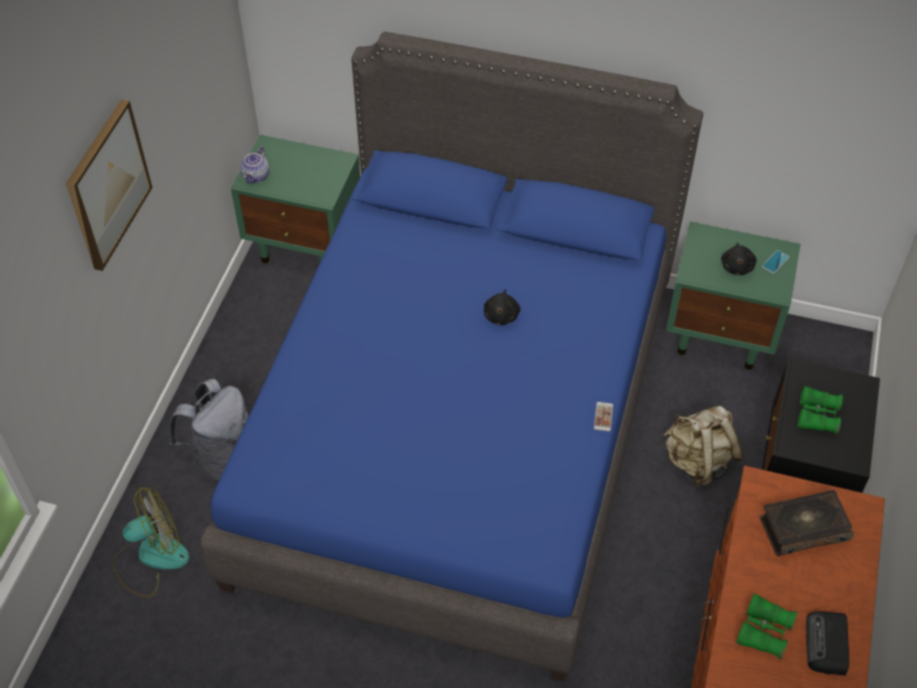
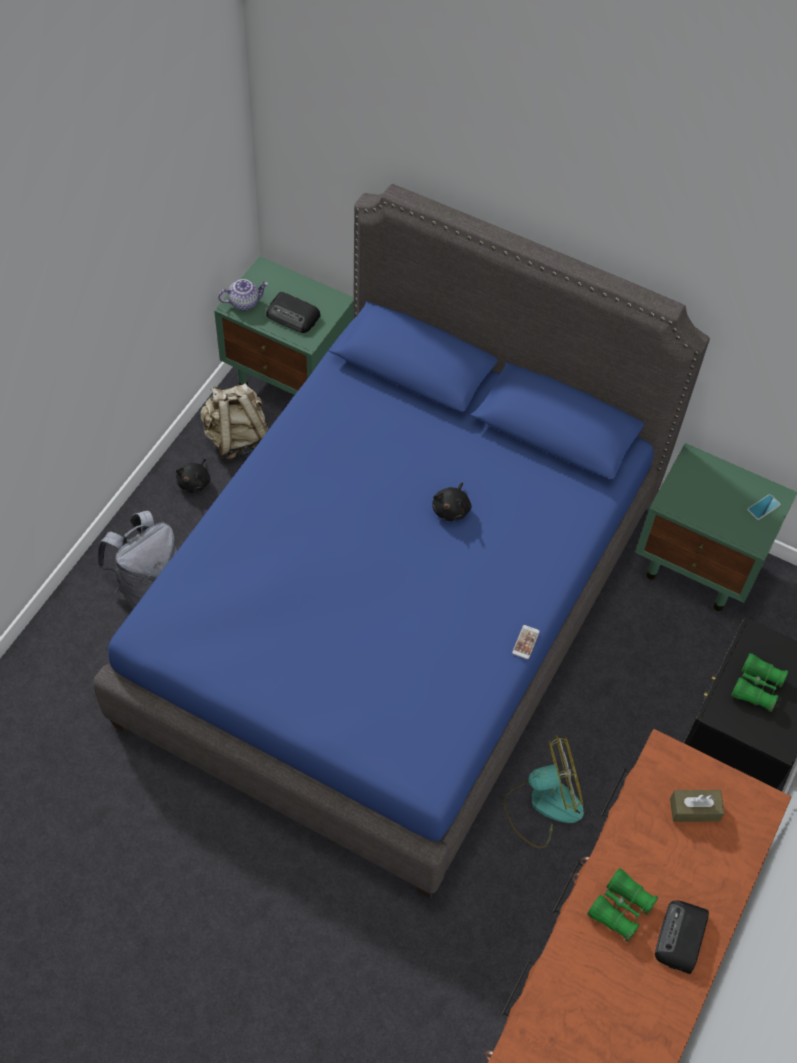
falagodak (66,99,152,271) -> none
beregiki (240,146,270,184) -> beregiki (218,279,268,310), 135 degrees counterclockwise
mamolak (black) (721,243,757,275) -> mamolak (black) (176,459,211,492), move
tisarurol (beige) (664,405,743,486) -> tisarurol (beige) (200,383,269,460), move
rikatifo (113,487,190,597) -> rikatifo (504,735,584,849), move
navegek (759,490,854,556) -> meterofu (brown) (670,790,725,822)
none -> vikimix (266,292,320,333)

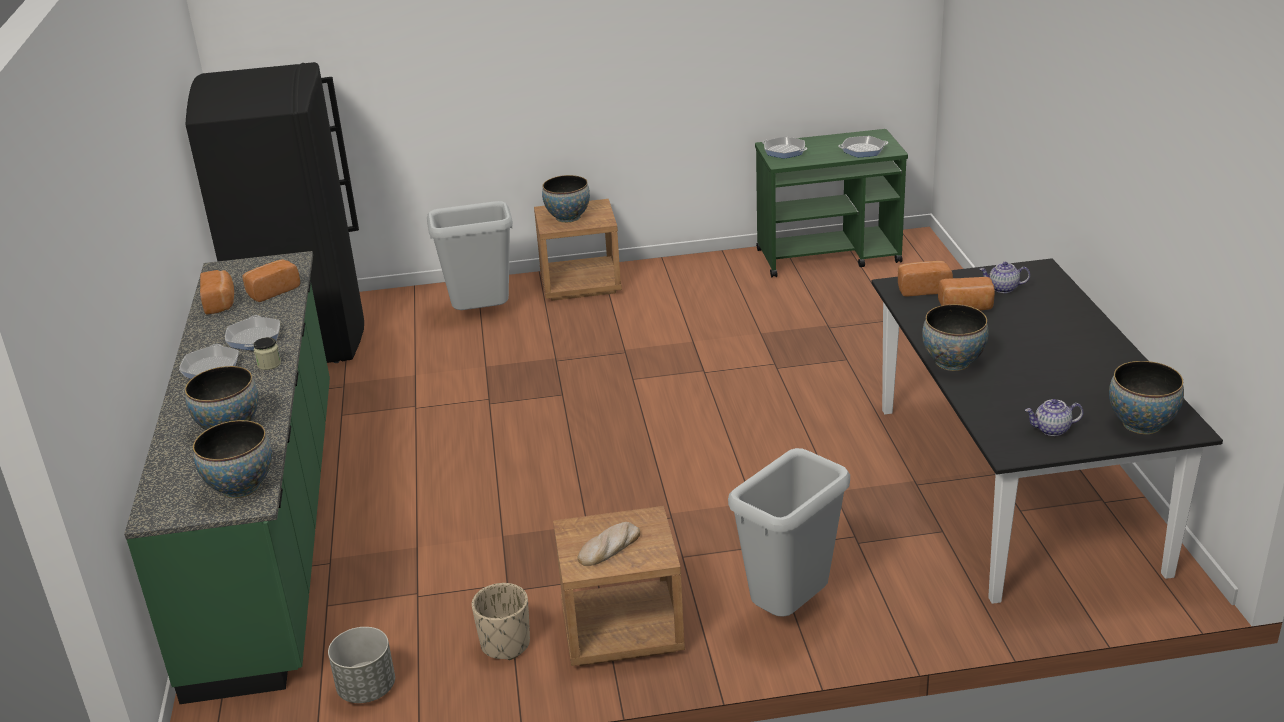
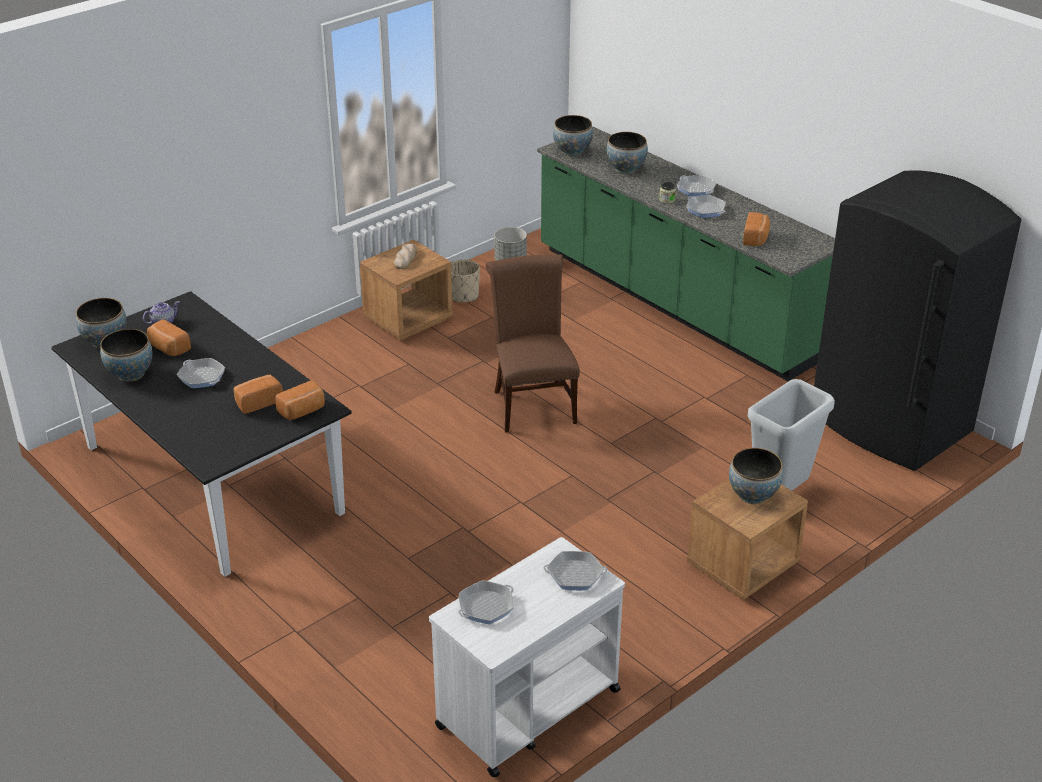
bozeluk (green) (755,129,908,278) -> bozeluk (white) (429,537,625,777)
beregiki (979,262,1030,293) -> none
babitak (200,270,234,315) -> babitak (147,319,191,356), move
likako (922,304,989,371) -> likako (100,329,153,382), move
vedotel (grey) (728,448,850,617) -> none
none -> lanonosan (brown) (486,254,580,433)
none -> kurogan (177,358,225,388)

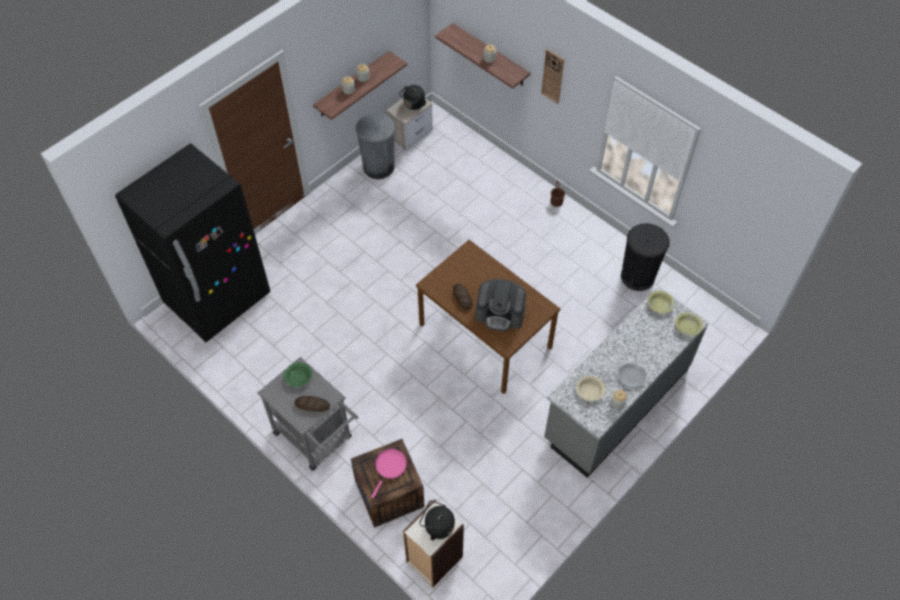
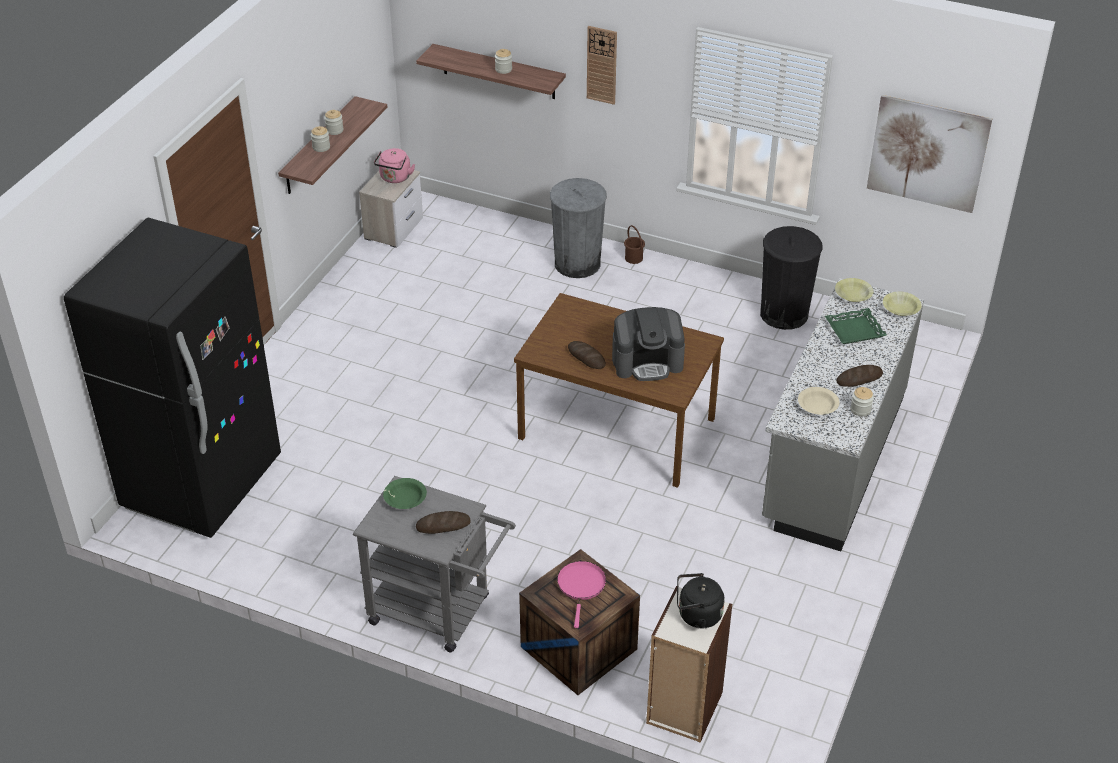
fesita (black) (399,85,426,110) -> fesita (pink) (374,148,415,183)
vedotel (grey) (356,113,395,179) -> vedotel (grey) (550,178,607,278), move
kurogan (604,363,646,388) -> babitak (836,365,883,387)
none -> falagodak (867,95,992,213)
none -> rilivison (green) (825,308,887,344)

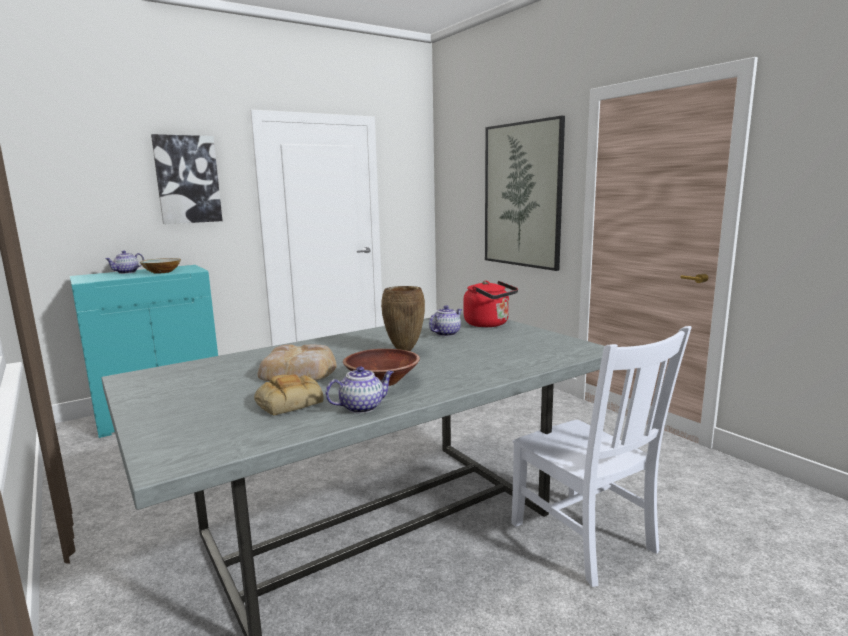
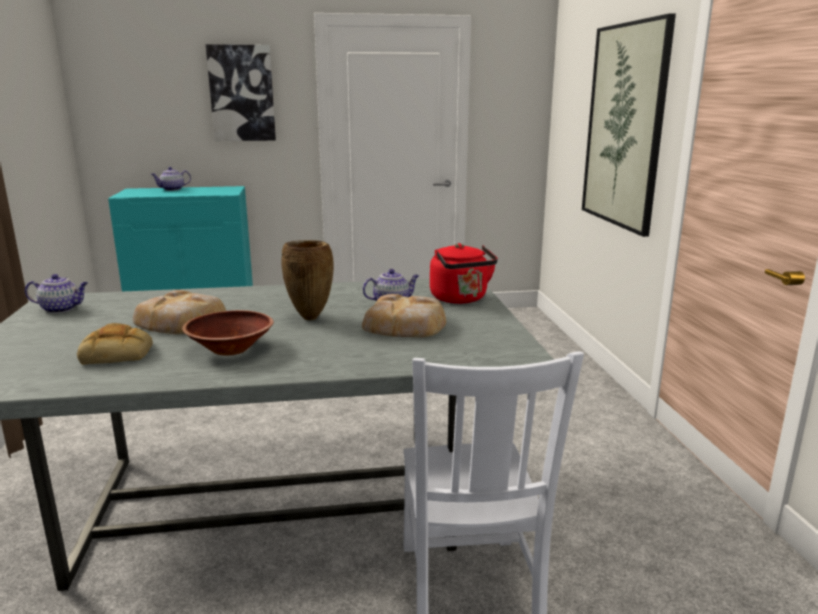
likako (140,258,181,274) -> none
beregiki (325,366,393,413) -> beregiki (25,274,88,313), move
none -> babitak (362,294,446,337)

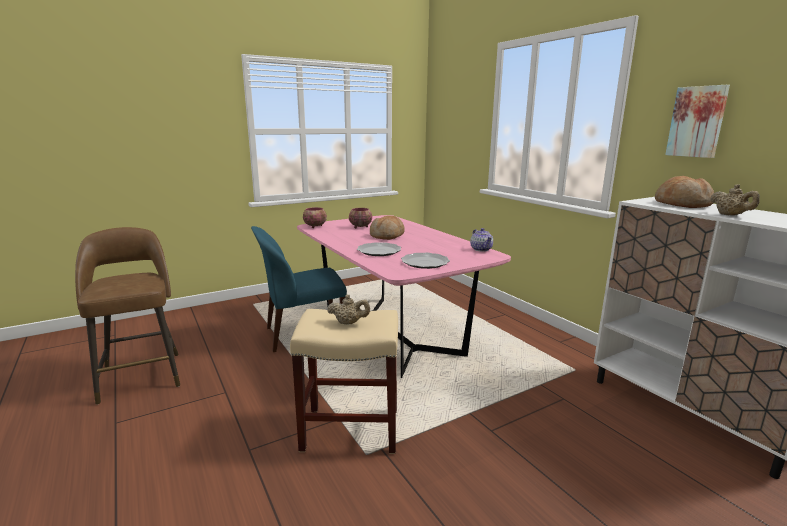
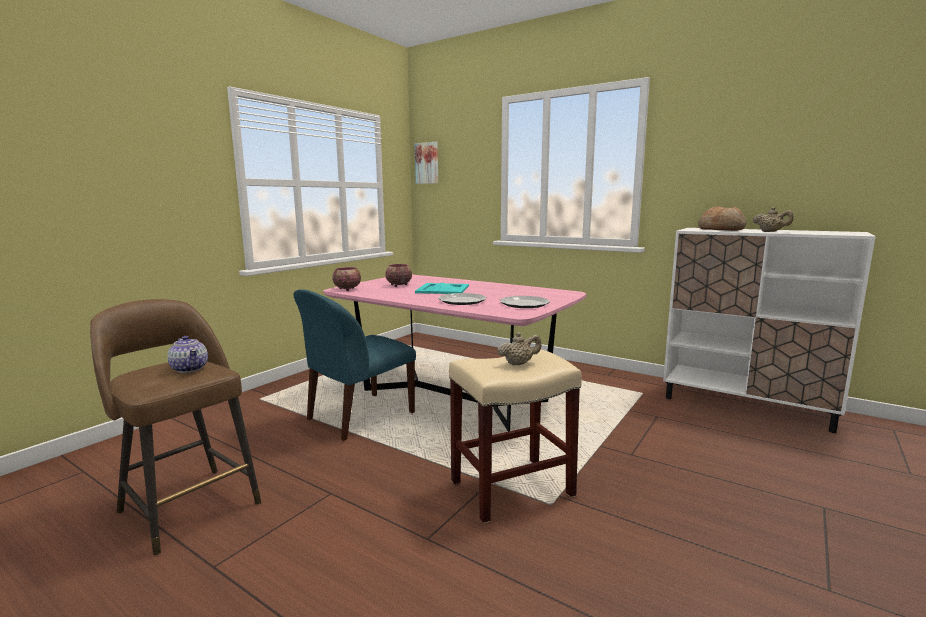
falagodak (665,85,730,158) -> falagodak (415,142,438,184), move
babitak (370,216,405,240) -> rilivison (turquoise) (415,283,469,294)
beregiki (470,228,493,252) -> beregiki (168,336,208,373), move

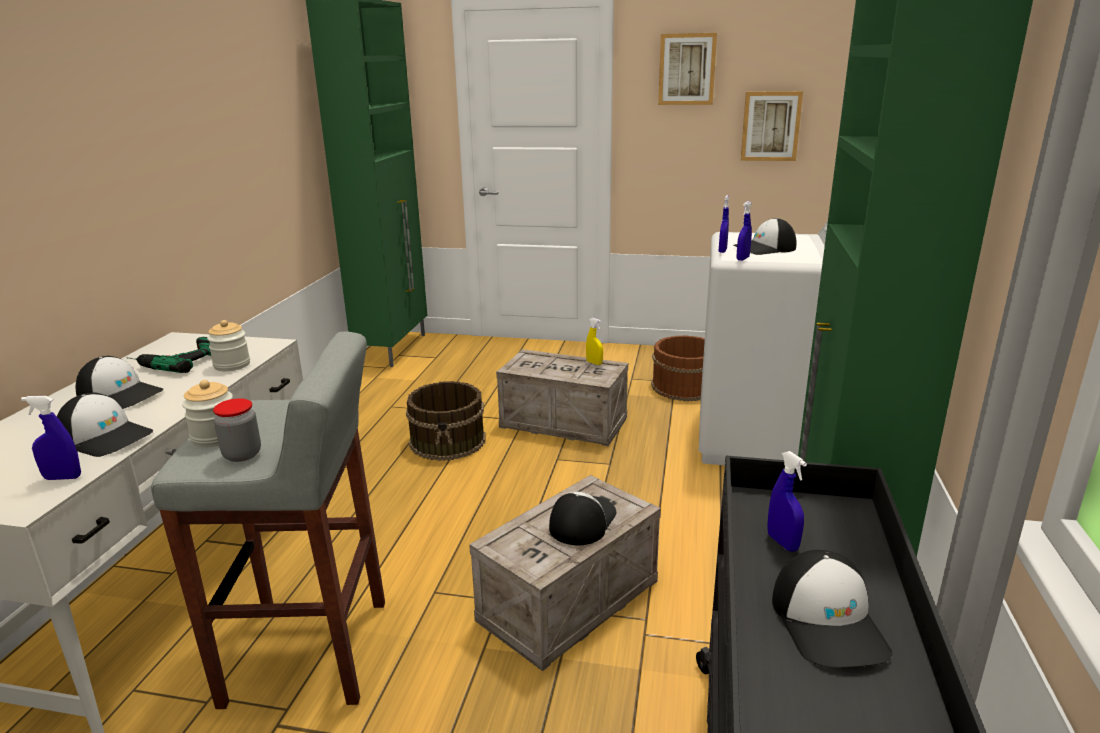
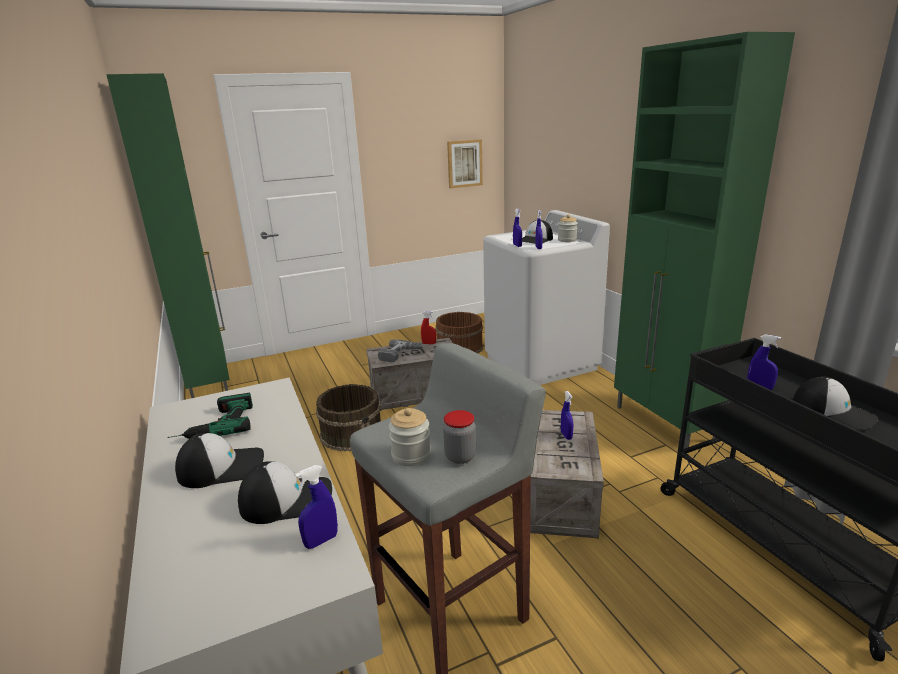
falagodak (658,33,717,105) -> none
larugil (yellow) (586,318,603,365) -> larugil (red) (421,311,436,344)
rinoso (207,320,250,371) -> rinoso (558,214,578,242), move
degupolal (549,492,617,545) -> larugil (blue) (561,391,573,440)
none -> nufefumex (378,340,423,362)

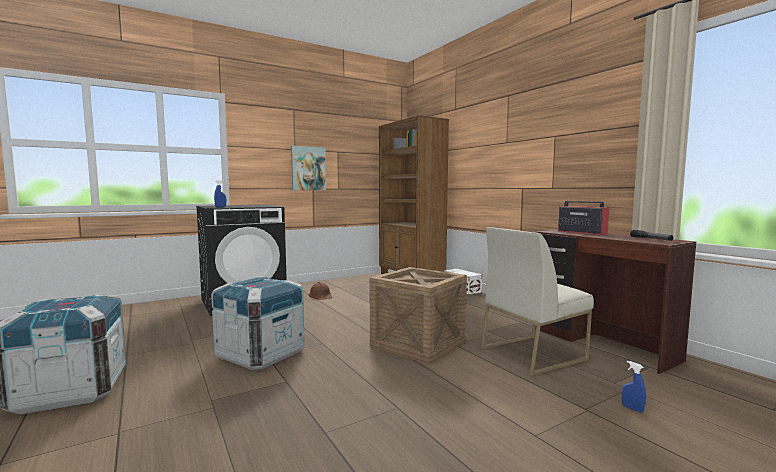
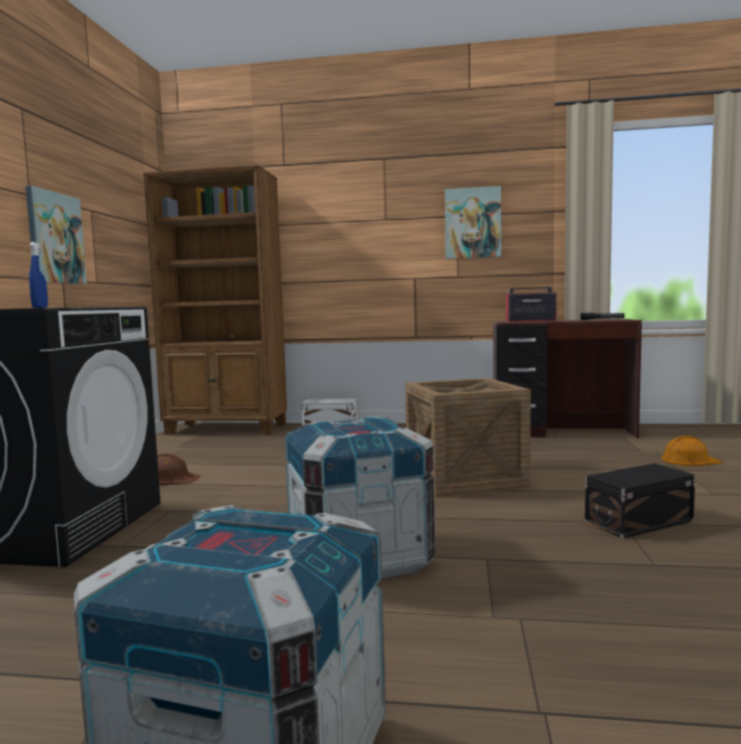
lanonosan (white) (481,227,594,376) -> none
larugil (blue) (622,361,646,413) -> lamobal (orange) (661,436,722,466)
none -> falagodak (445,186,501,259)
none -> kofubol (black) (585,463,695,539)

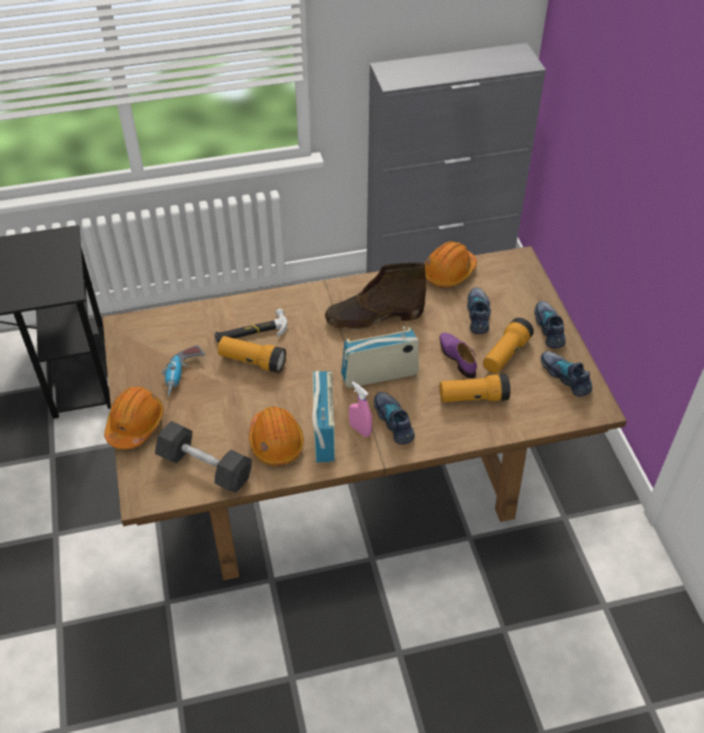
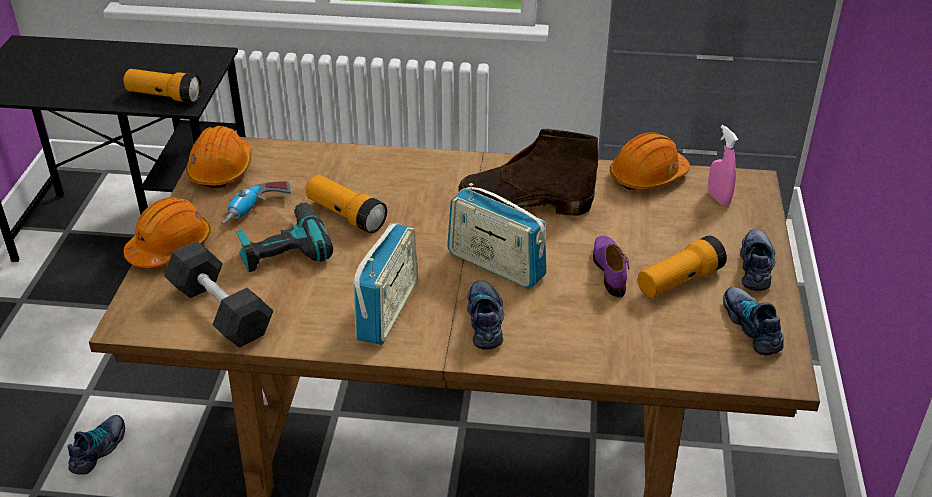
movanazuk (467,287,491,334) -> movanazuk (68,415,125,475), move
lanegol (215,308,287,342) -> none
vikimix (341,326,419,388) -> vikimix (447,183,547,288), 150 degrees counterclockwise
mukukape (439,374,510,402) -> mukukape (124,69,201,103), move
larugil (pink) (349,382,372,437) -> larugil (pink) (708,125,738,206), move
lamobal (orange) (249,406,304,466) -> lamobal (orange) (186,126,252,188), move
none -> nufefumex (236,202,333,272)

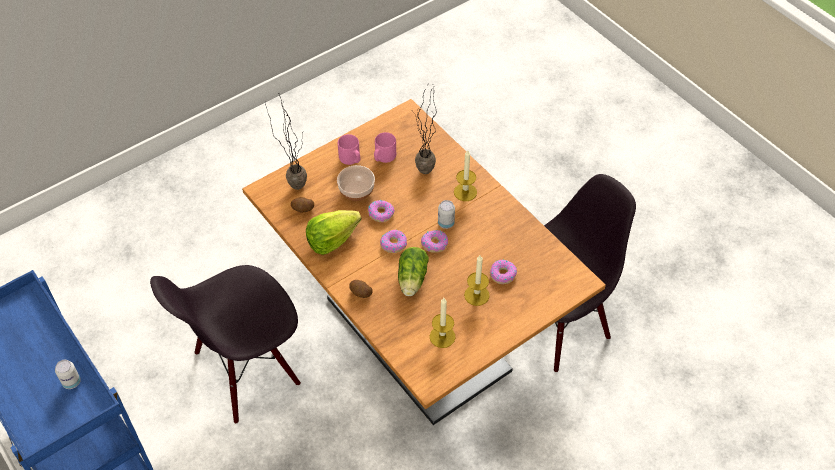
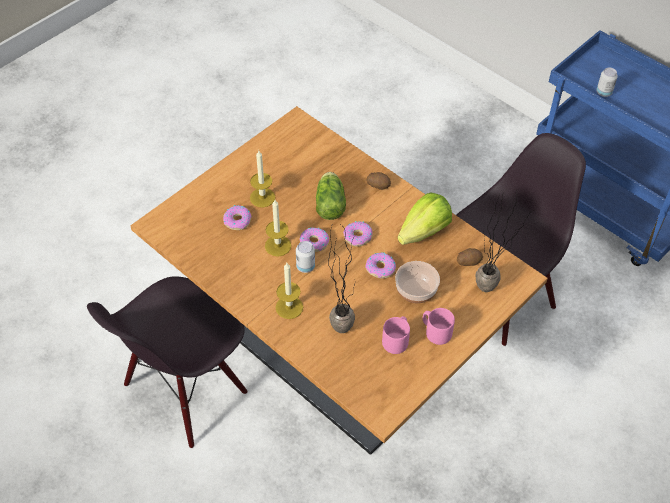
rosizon (430,298,455,348) -> rosizon (265,200,291,257), move

